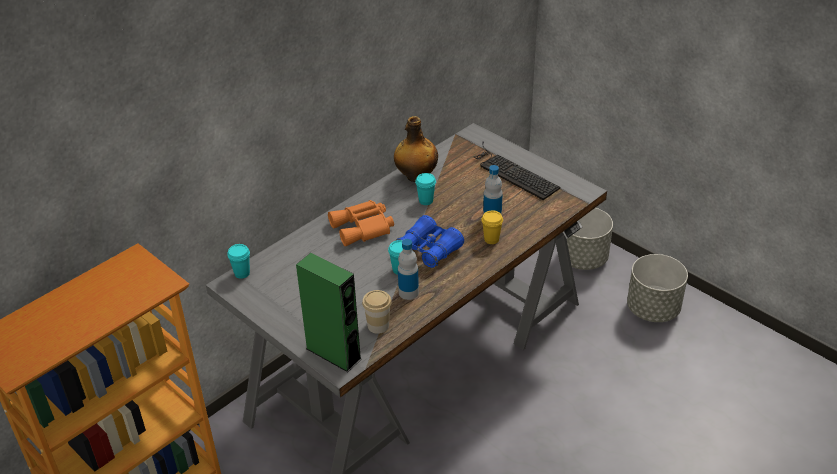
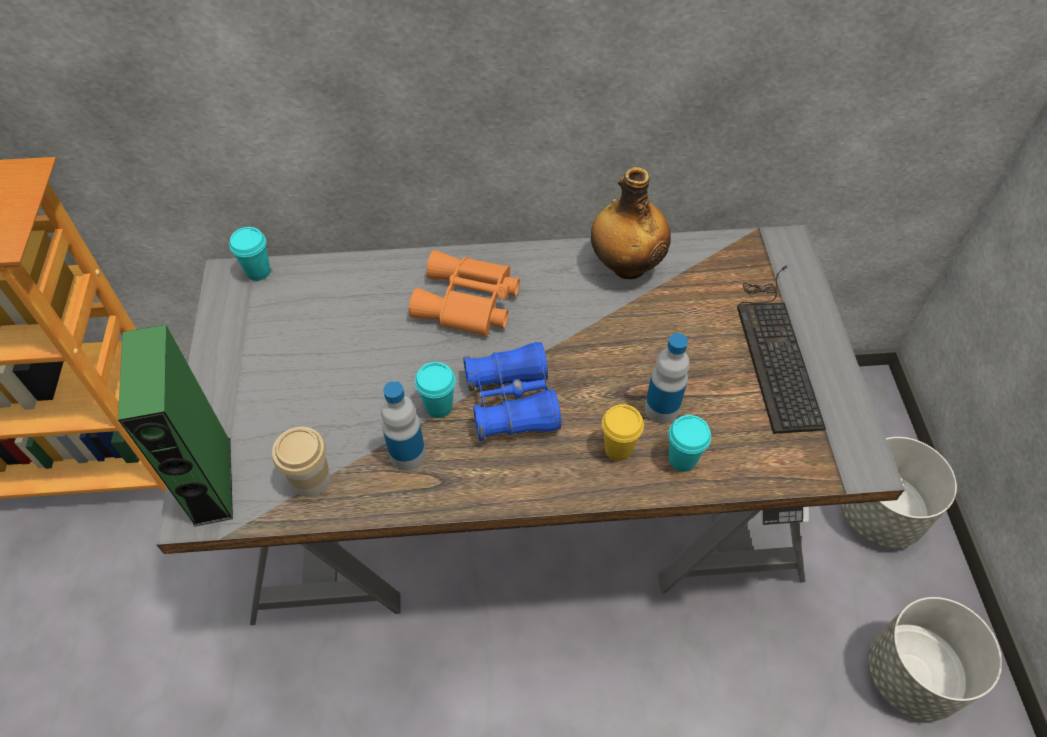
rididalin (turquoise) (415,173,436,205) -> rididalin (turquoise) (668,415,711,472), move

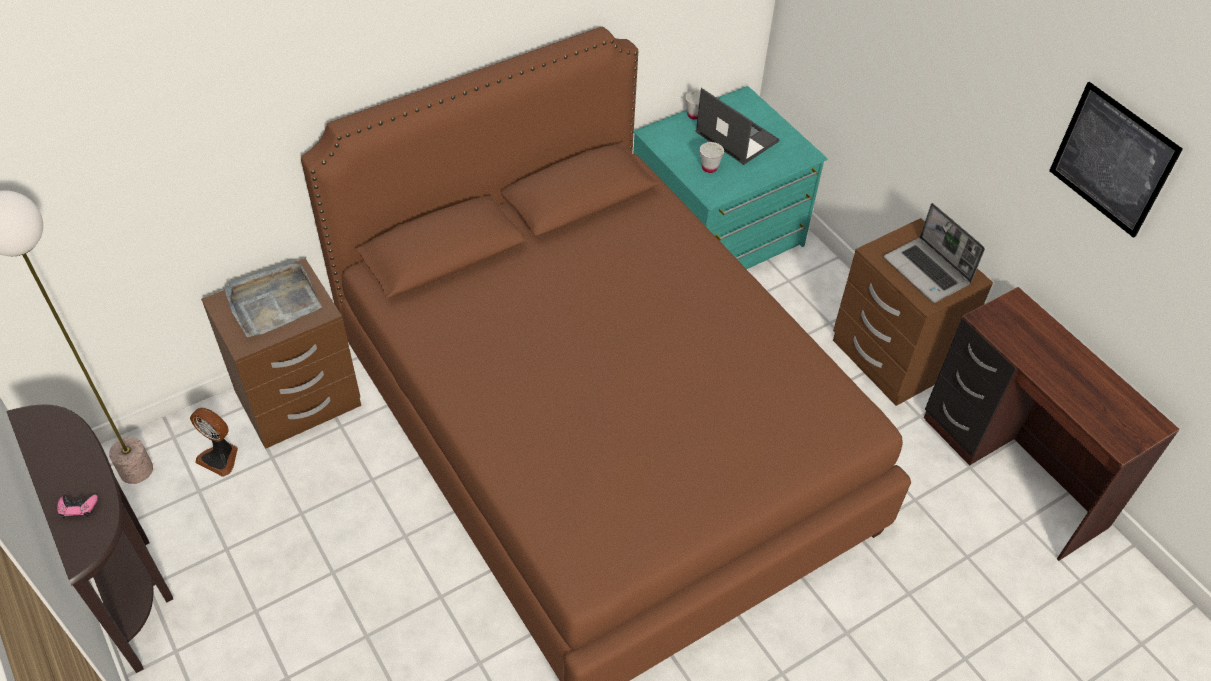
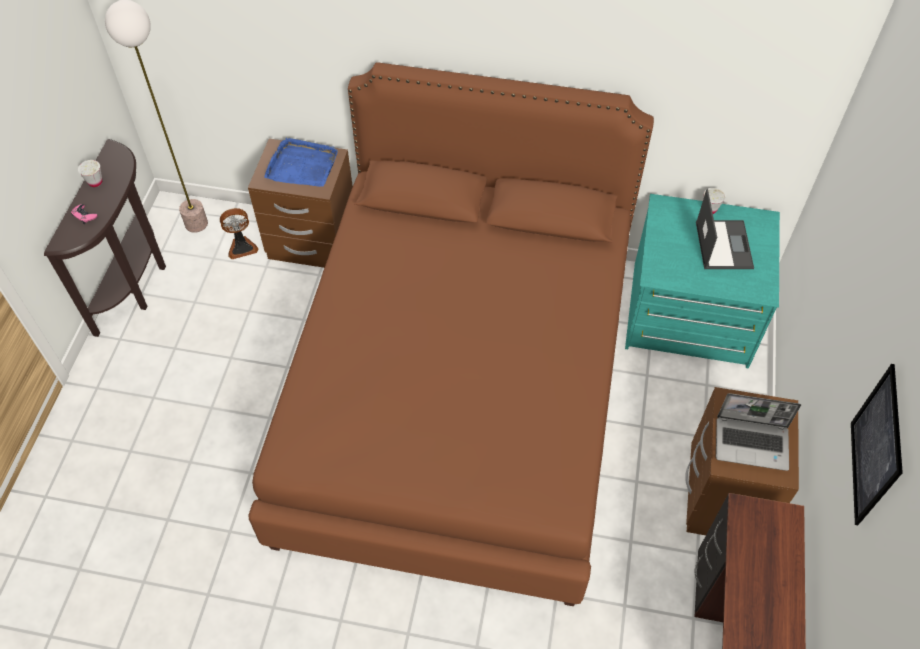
rididalin (white) (700,142,724,173) -> rididalin (white) (78,160,102,187), move
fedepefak (884,203,985,303) -> fedepefak (716,393,801,471), 90 degrees counterclockwise
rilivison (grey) (225,262,322,337) -> rilivison (blue) (264,138,338,187)
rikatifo (190,408,238,477) -> rikatifo (220,208,258,259), 90 degrees counterclockwise

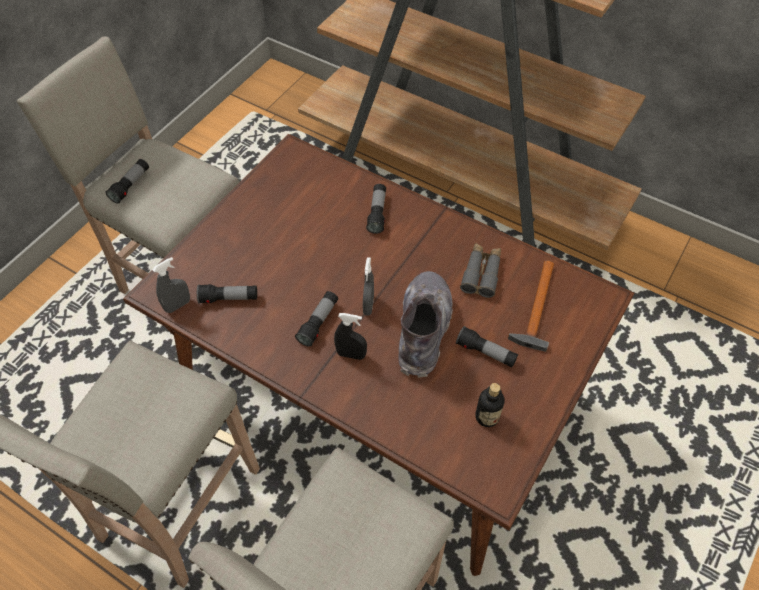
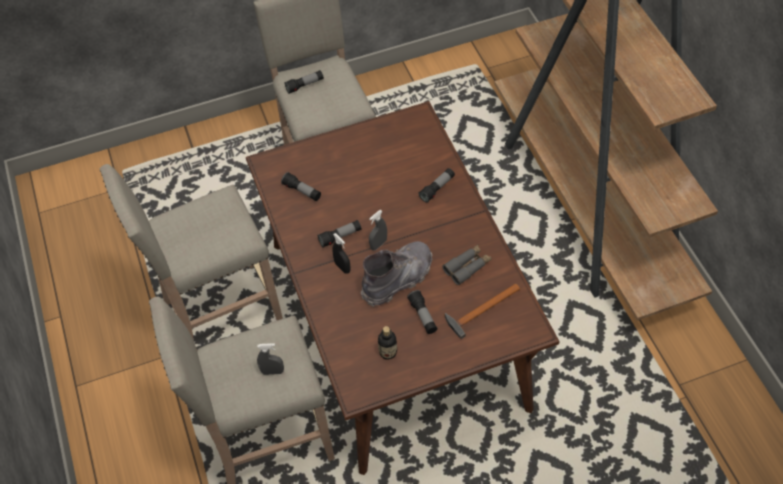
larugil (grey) (152,257,190,313) -> larugil (grey) (257,343,284,375), move

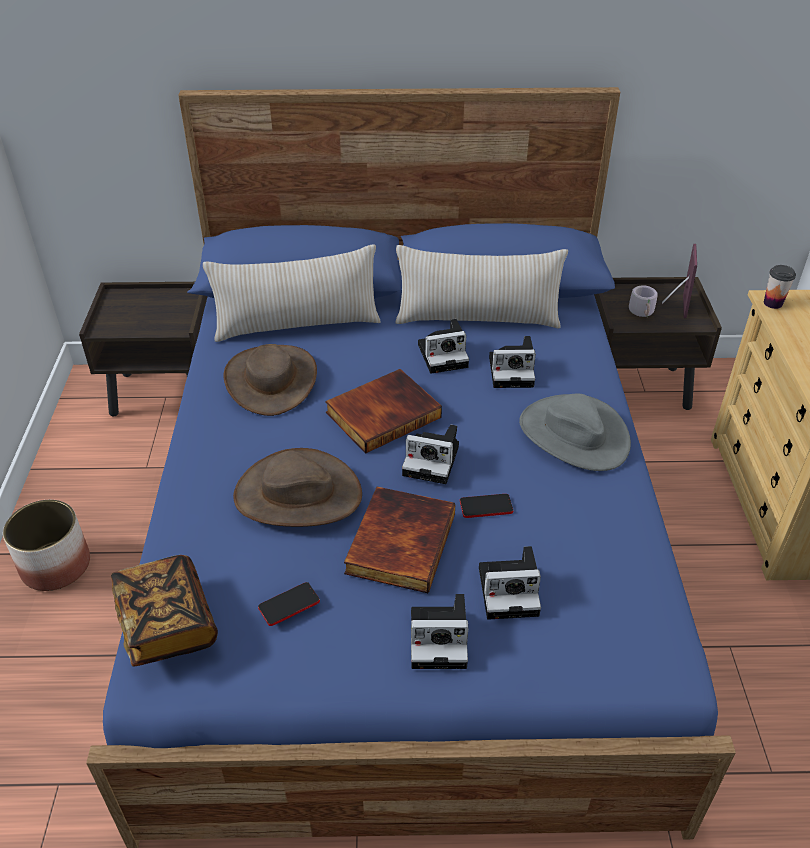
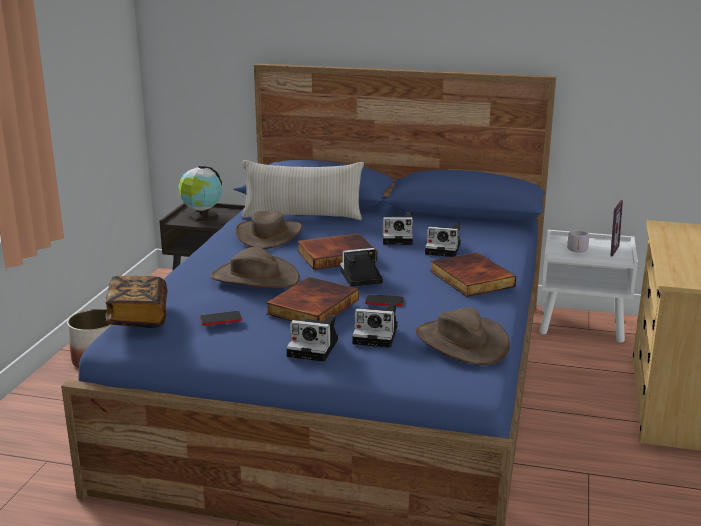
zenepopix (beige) (396,245,568,328) -> none
rididalin (764,265,796,309) -> none
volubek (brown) (594,277,722,410) -> volubek (white) (539,230,638,343)
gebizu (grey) (519,394,631,471) -> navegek (430,252,516,297)
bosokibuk (402,425,459,484) -> bosokibuk (340,248,383,287), 135 degrees clockwise
none -> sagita (178,166,222,222)
none -> gebizu (brown) (416,307,510,365)

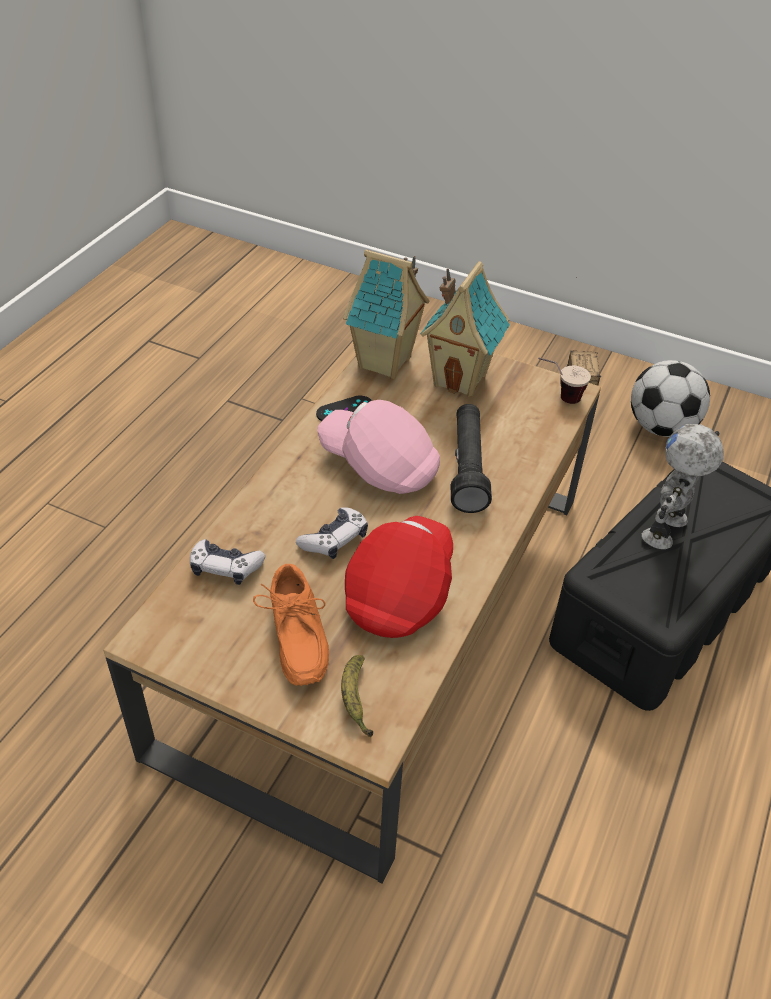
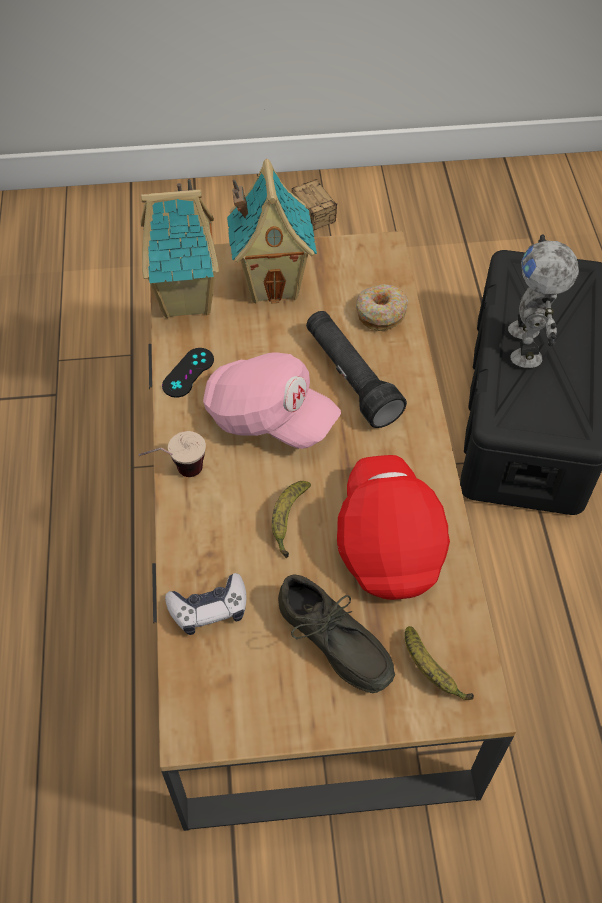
rididalin (538,358,591,404) -> rididalin (138,431,206,477), move
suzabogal (631,360,710,437) -> none
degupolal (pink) (317,400,440,494) -> degupolal (pink) (203,352,341,449), 150 degrees counterclockwise
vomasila (296,507,368,559) -> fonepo (272,481,311,558)
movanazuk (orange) (253,564,329,686) -> movanazuk (grey) (278,574,395,693)
none -> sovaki (356,284,409,331)

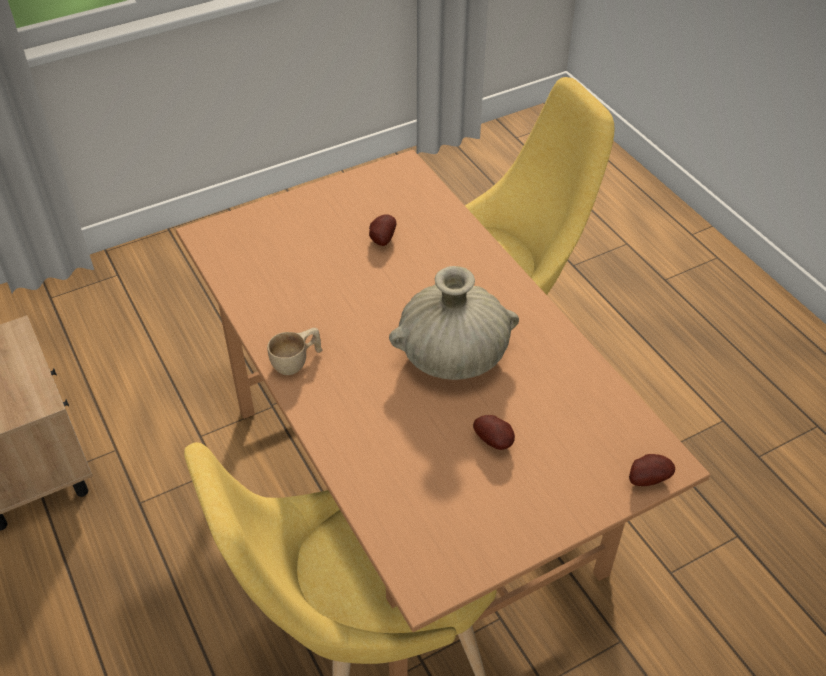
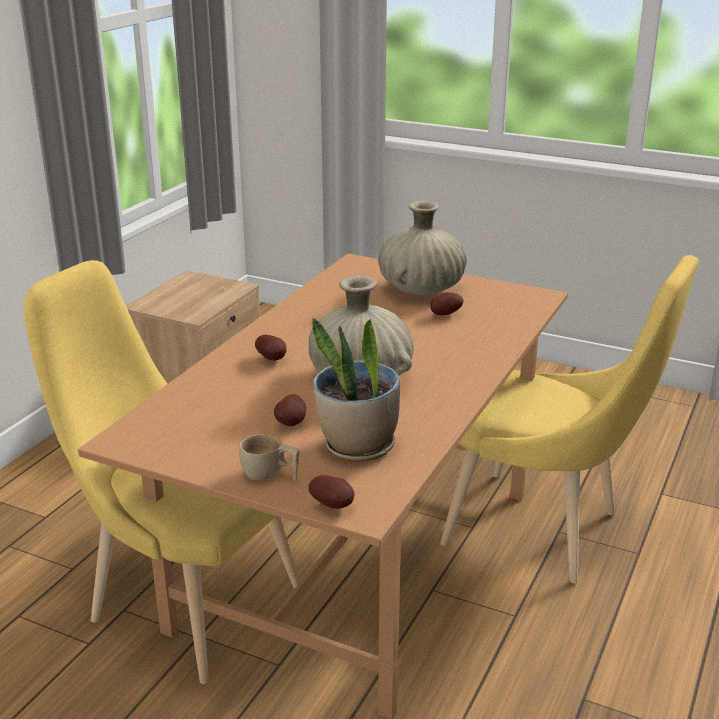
rididalin (beige) (267,328,322,375) -> rididalin (beige) (239,434,299,481), move
none -> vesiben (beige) (378,201,467,295)
none -> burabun (312,318,400,462)
none -> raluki (255,335,287,361)

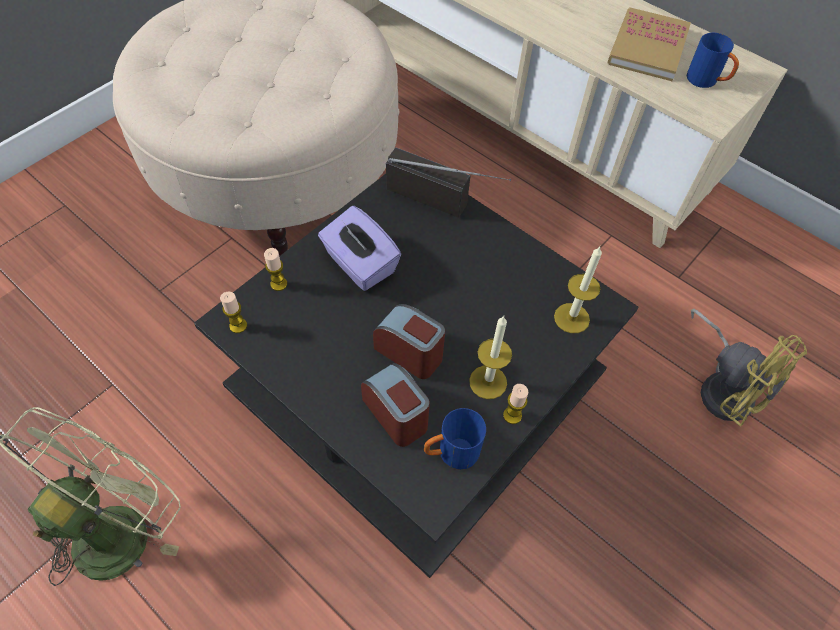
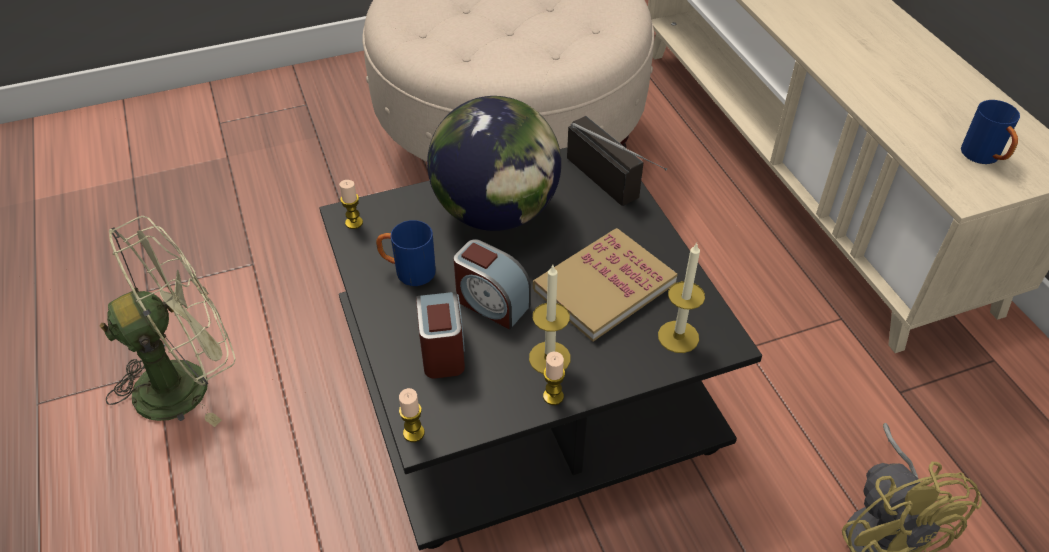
navegek (607,8,691,81) -> navegek (533,228,678,342), move
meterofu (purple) (318,206,401,291) -> sagita (427,96,561,231)
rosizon (264,248,287,291) -> rosizon (399,388,425,442), move
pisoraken (373,304,445,379) -> pisoraken (454,239,531,329), 150 degrees clockwise
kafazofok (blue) (424,408,486,470) -> kafazofok (blue) (376,220,436,286), move

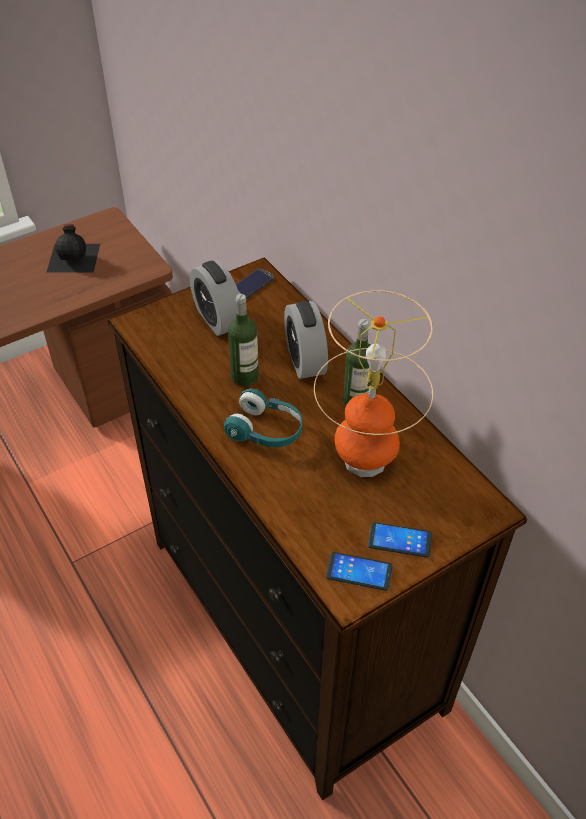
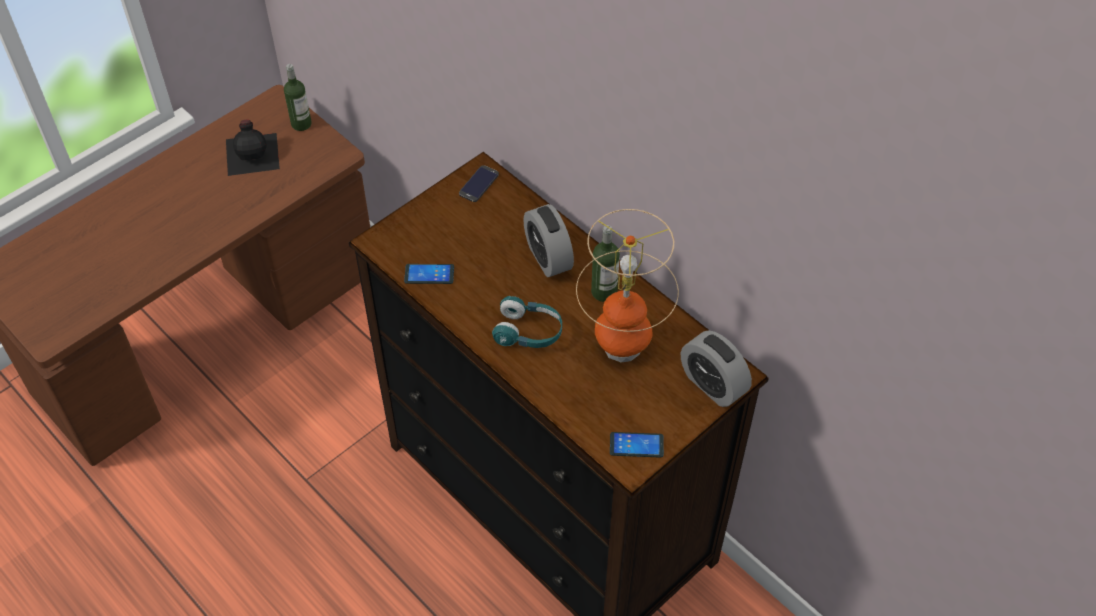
pisoraken (190,261,239,336) -> pisoraken (681,330,752,407), move
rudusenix (228,294,259,386) -> rudusenix (284,64,312,131), move
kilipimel (368,522,432,557) -> kilipimel (404,264,454,284), move

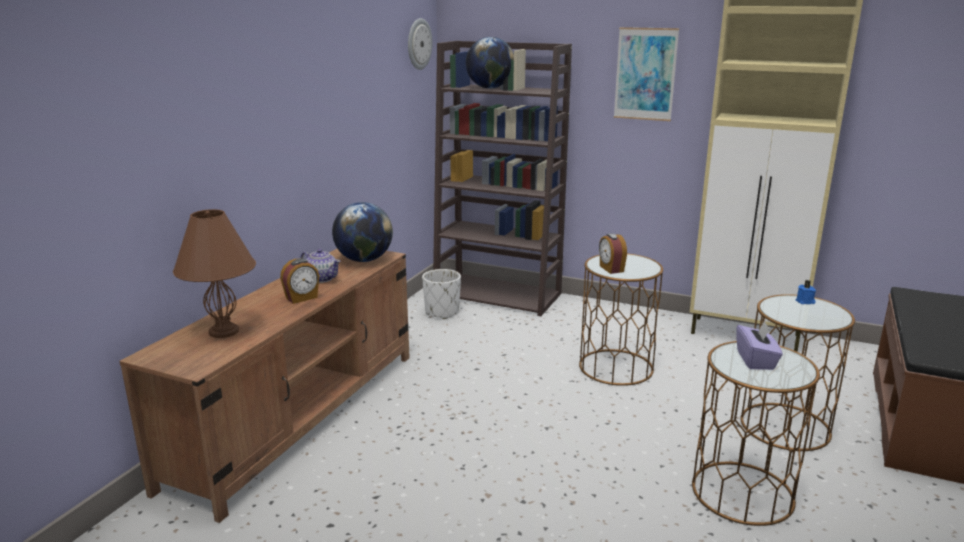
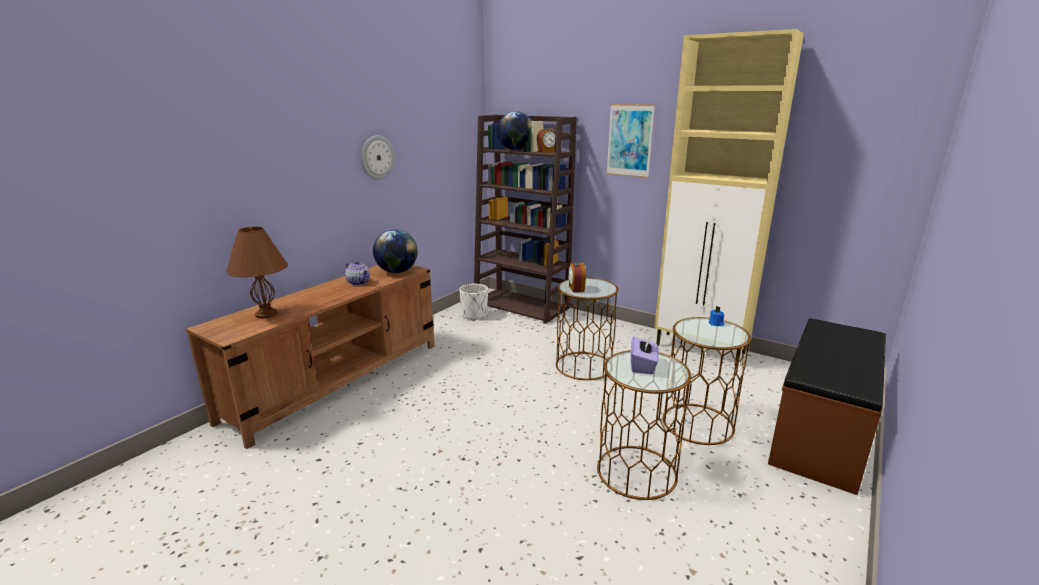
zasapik (408,18,433,70) -> zasapik (361,135,395,180), move
pisoraken (280,259,319,304) -> pisoraken (537,128,556,153), move

